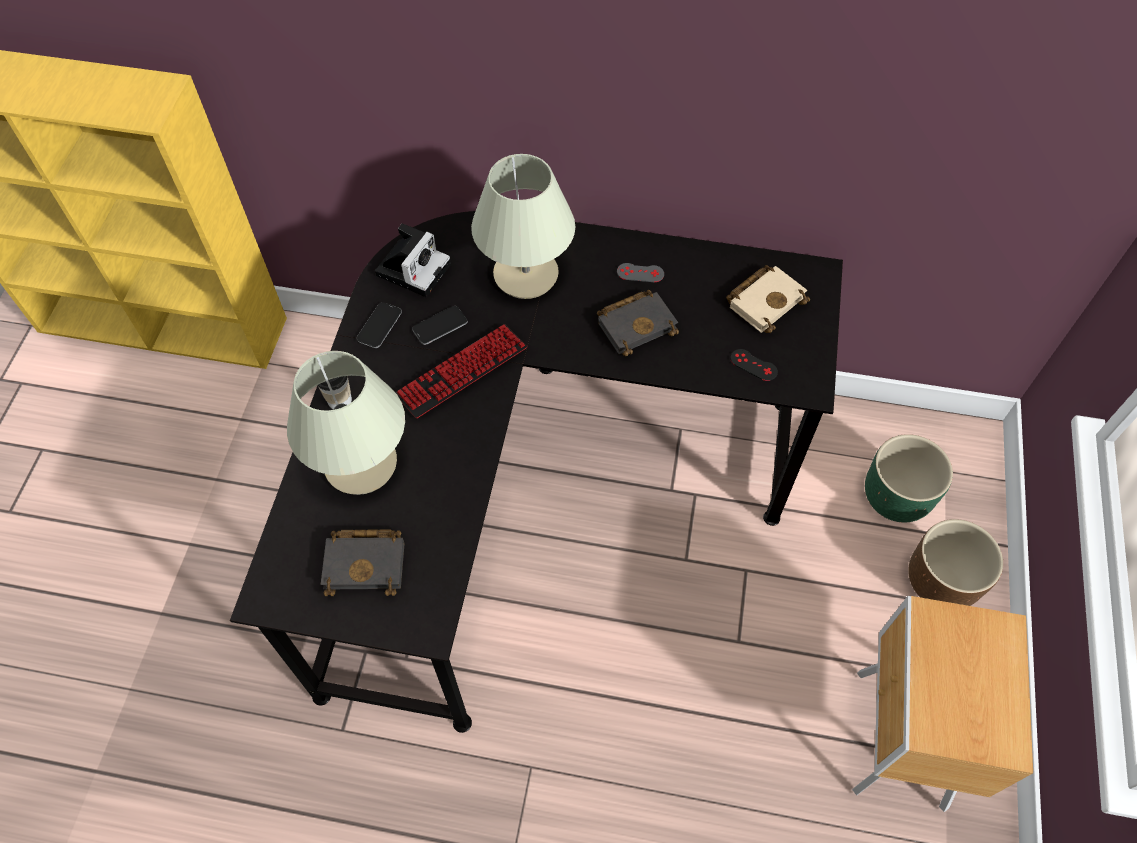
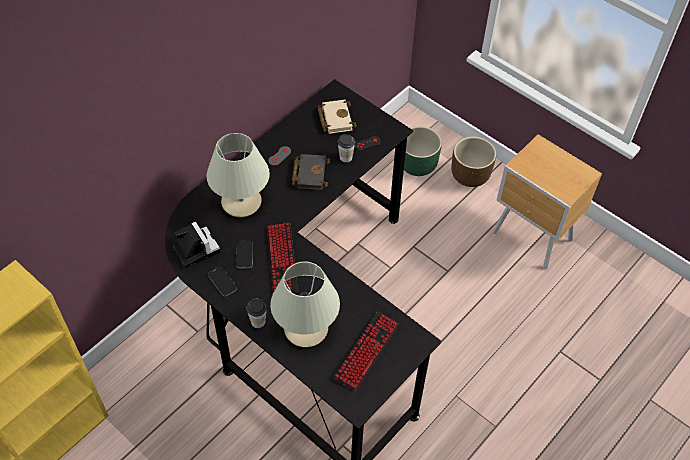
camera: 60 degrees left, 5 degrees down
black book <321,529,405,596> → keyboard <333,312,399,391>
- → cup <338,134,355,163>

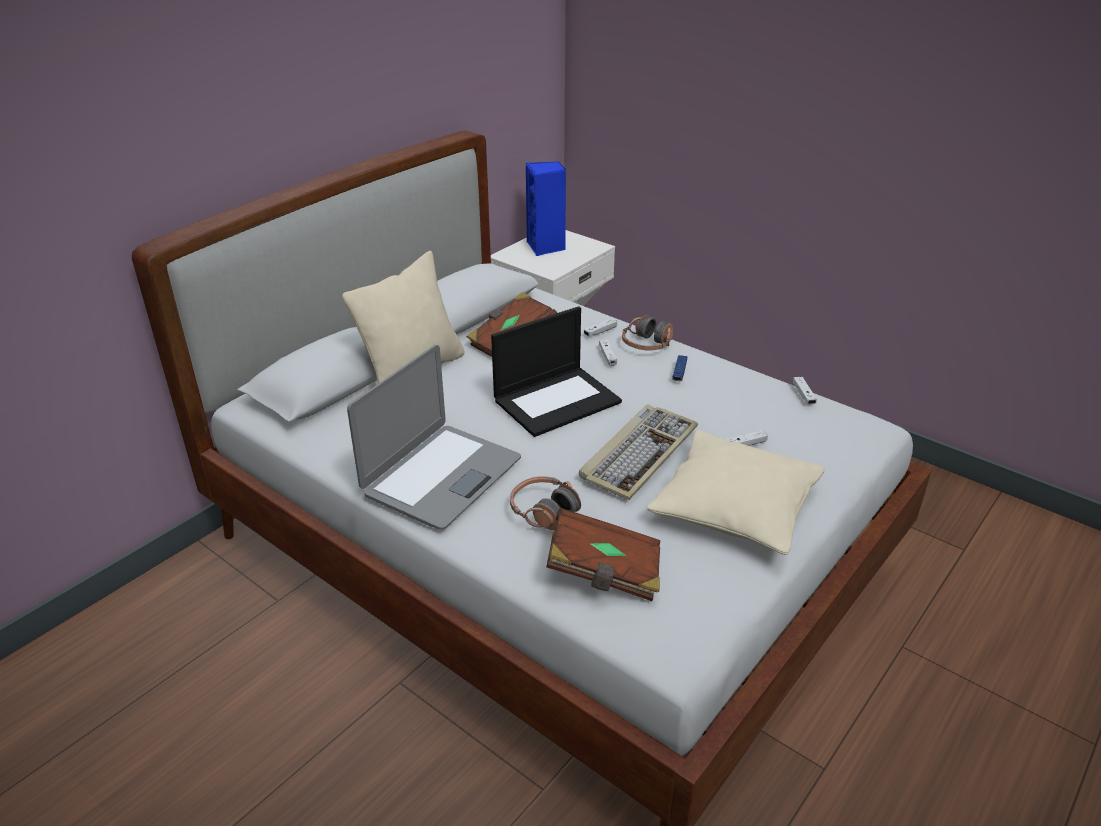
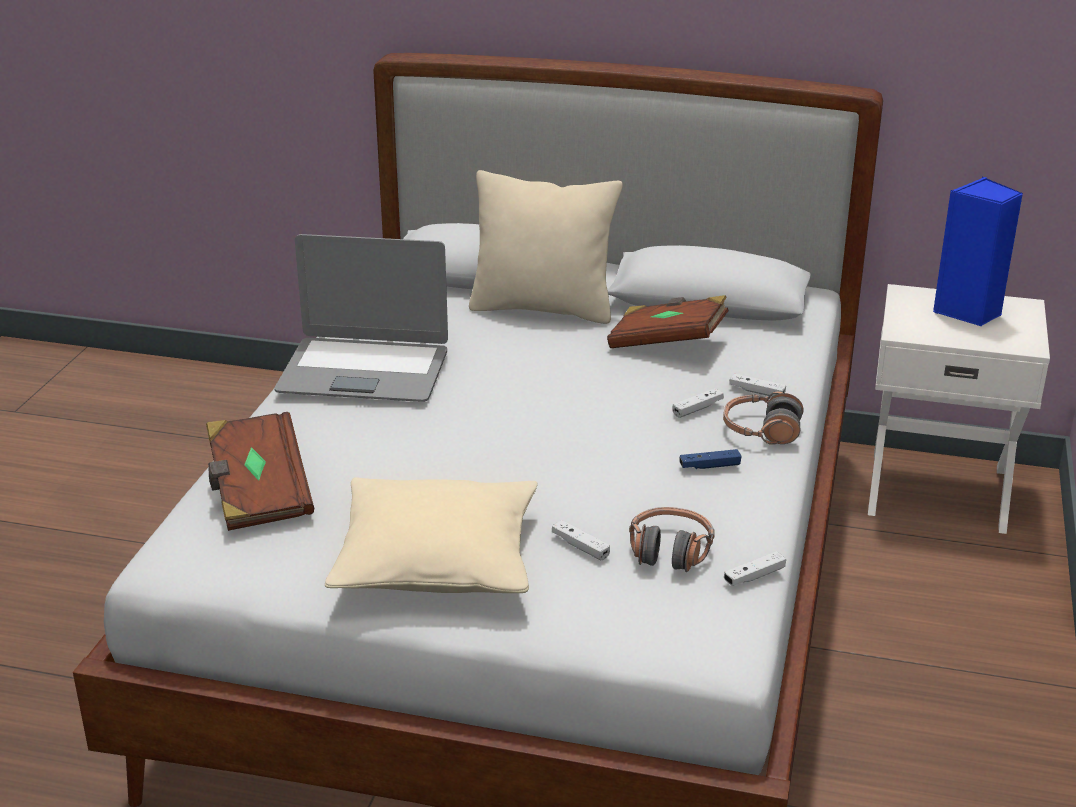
camera: 65 degrees right, 5 degrees down
headphones <510,476,581,530> → headphones <629,507,715,572>, relocated
laptop <491,306,622,437> → -
keyboard <579,404,698,500> → -

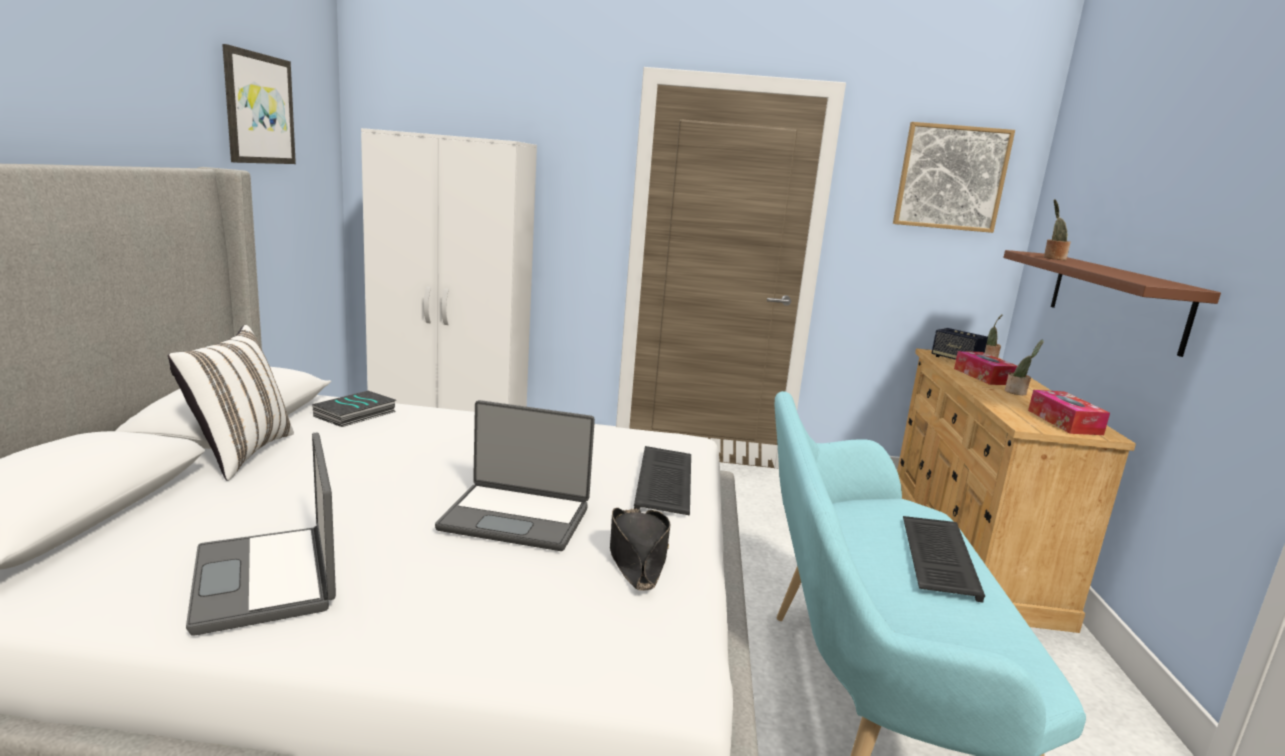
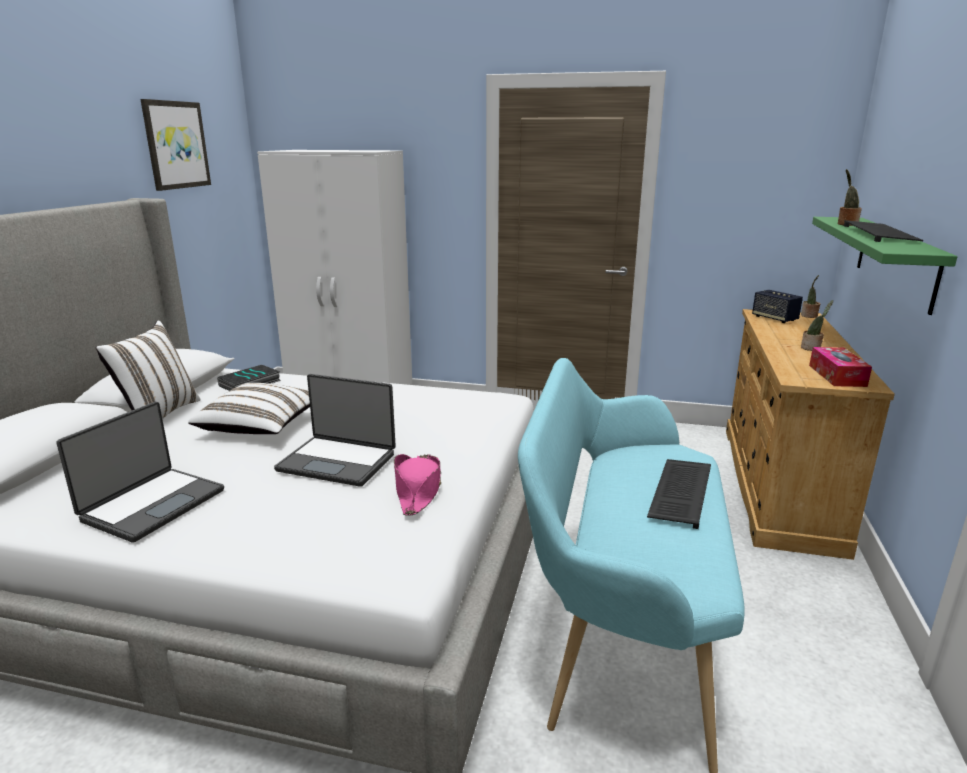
camera: 10 degrees right, 5 degrees up
laptop <186,433,336,636> → laptop <57,402,224,543>, 135 degrees counterclockwise
- → white pillow <188,383,310,434>
black hat <610,508,670,591> → pink hat <394,454,441,516>
brown shelf <1003,250,1221,357> → green shelf <812,217,957,315>
keyboard <634,446,691,515> → keyboard <844,220,923,242>, relocated
picture <893,122,1015,233> → -
tissue box <954,351,1017,385> → -

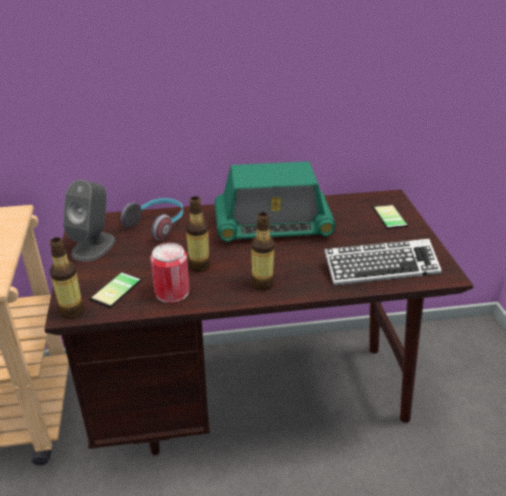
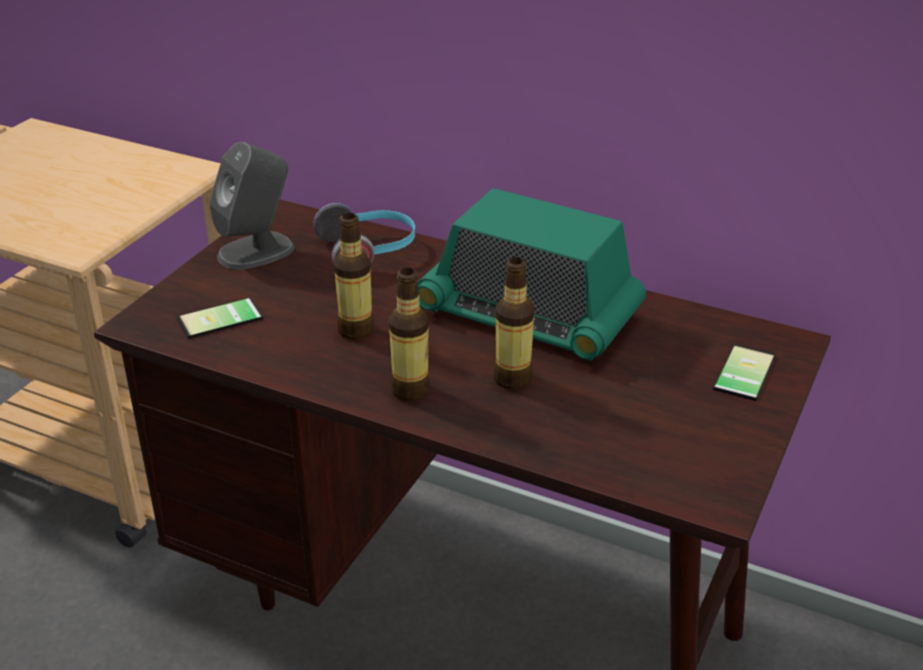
camera: 35 degrees right, 0 degrees up
bottle <49,237,85,319> → bottle <494,257,535,389>, relocated
can <150,243,189,303> → -
keyboard <324,239,442,285> → -

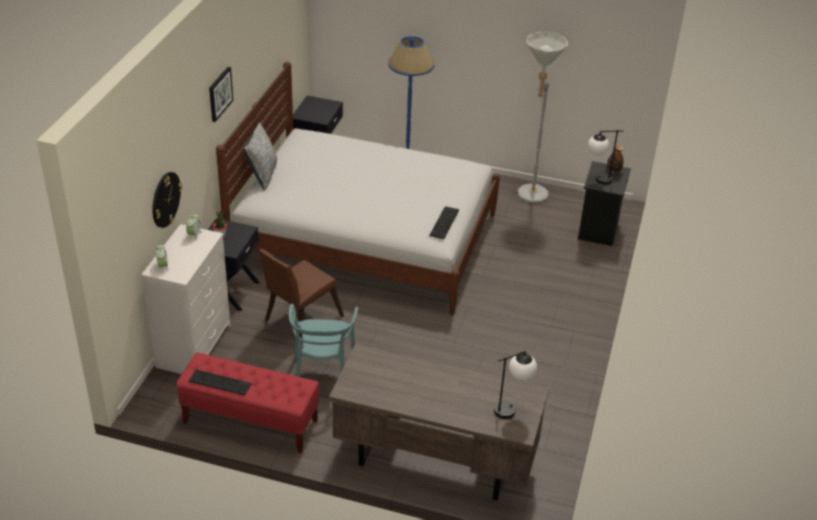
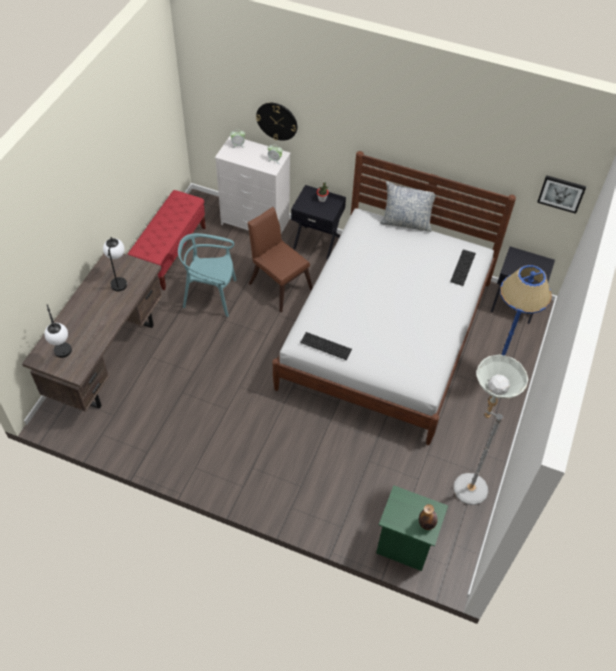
camera: 95 degrees right, 15 degrees up
table lamp <588,130,624,185> → table lamp <103,237,127,291>, relocated
black nightstand <578,161,631,246> → green nightstand <376,485,448,571>
keyboard <189,369,252,396> → keyboard <450,249,476,286>, relocated
picture <209,67,233,122> → picture <537,175,586,214>, relocated

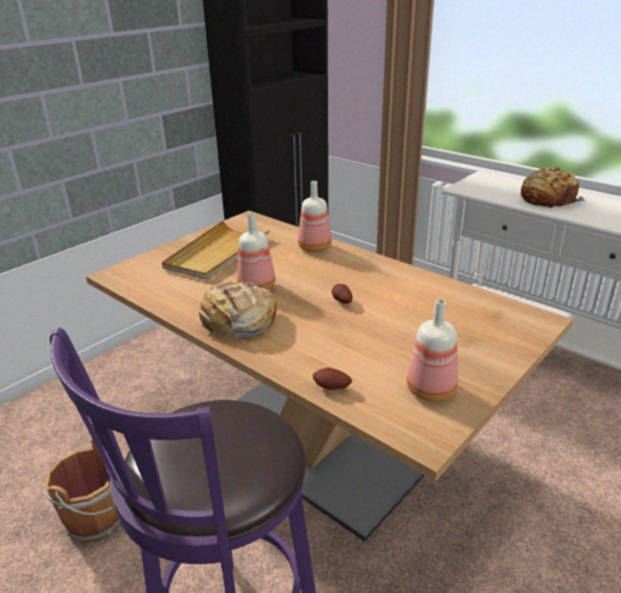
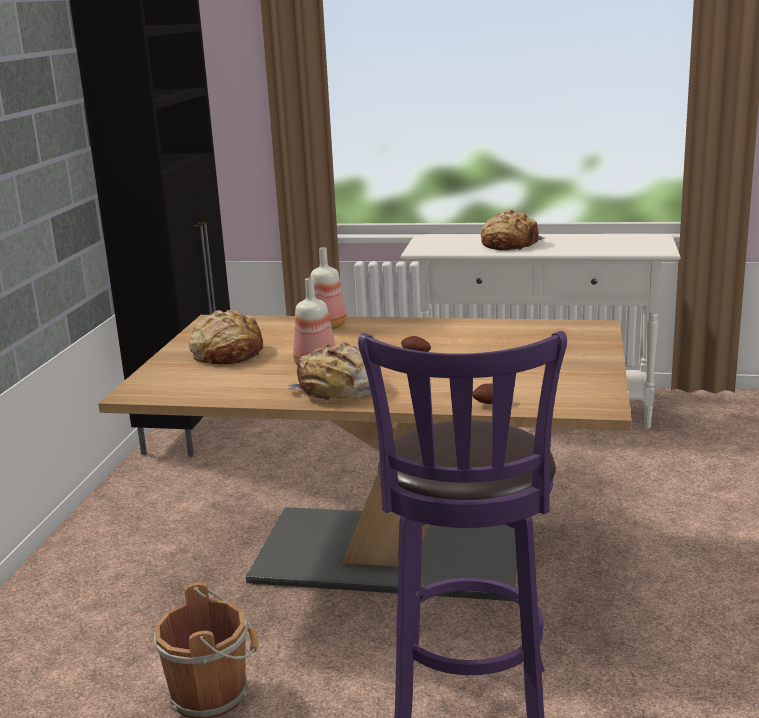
camera: 30 degrees left, 10 degrees down
beige tray <162,220,270,280> → bread <189,310,263,364>
bottle <406,299,458,402> → -

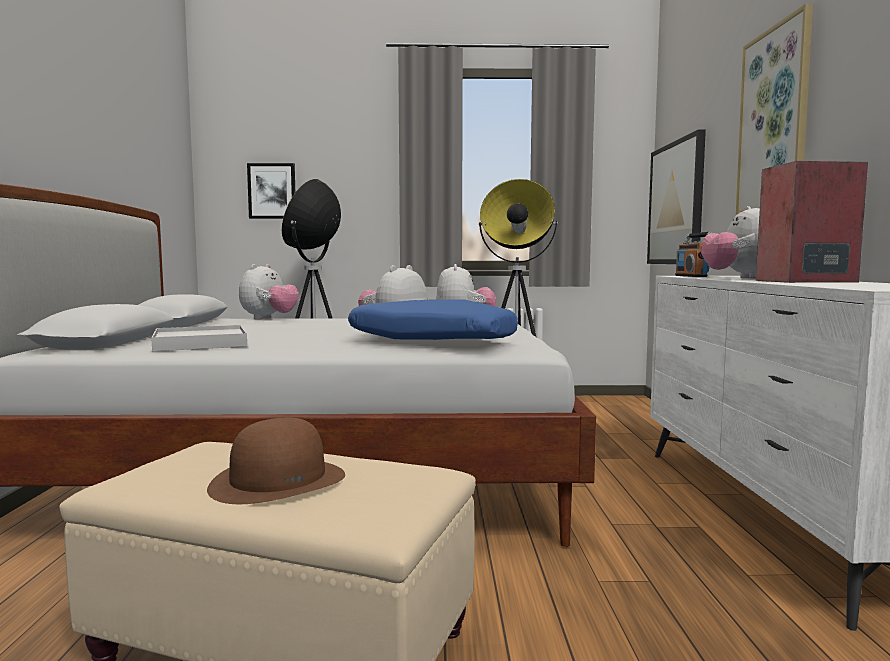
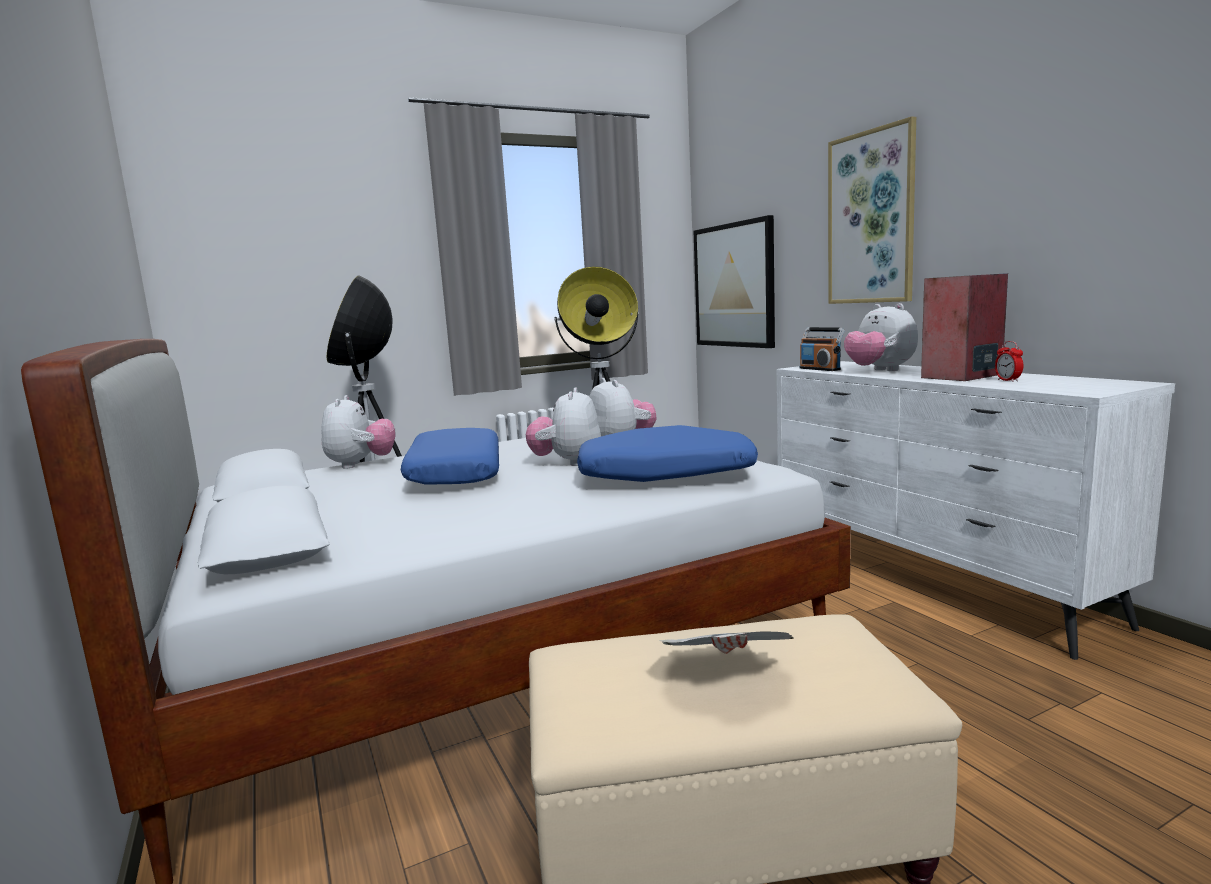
camera: 25 degrees left, 5 degrees up
- → blue pillow <401,428,499,484>
brown hat <207,418,345,504> → newspaper <659,632,794,654>
- → alarm clock <995,341,1023,382>
white tray <151,325,247,351> → -
picture <247,163,295,219> → -

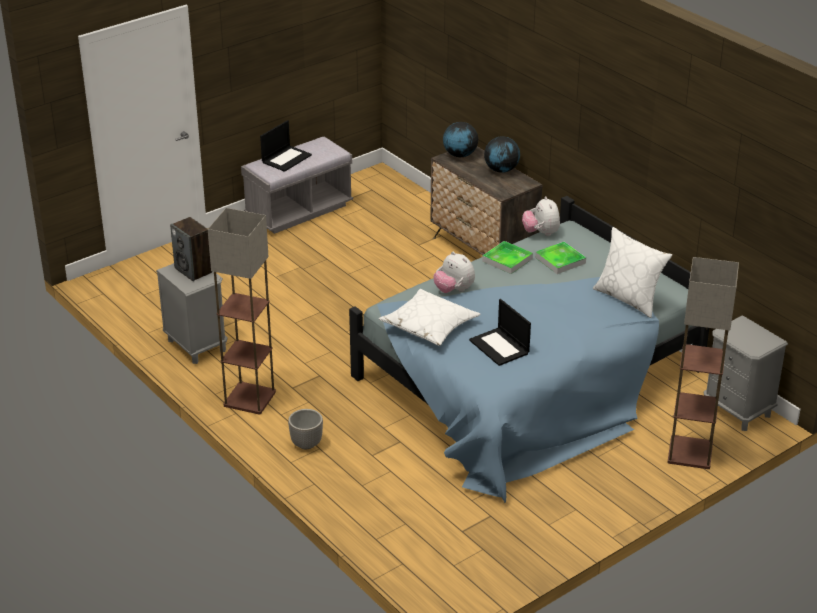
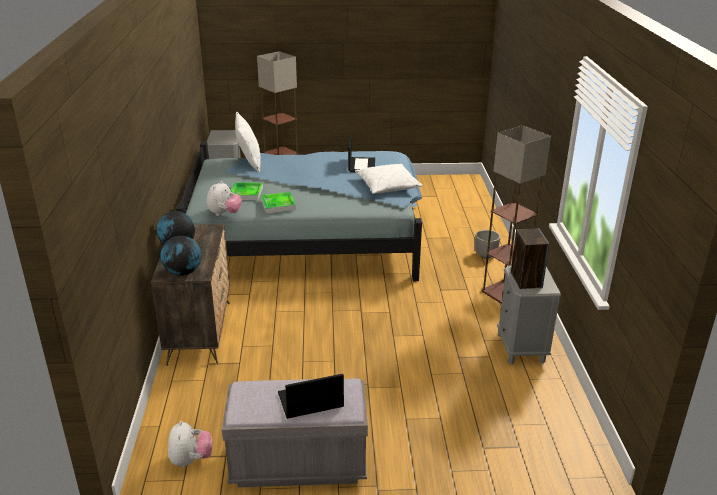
camera: 145 degrees left, 5 degrees down
plush toy <433,252,475,293> → plush toy <168,421,212,467>, relocated

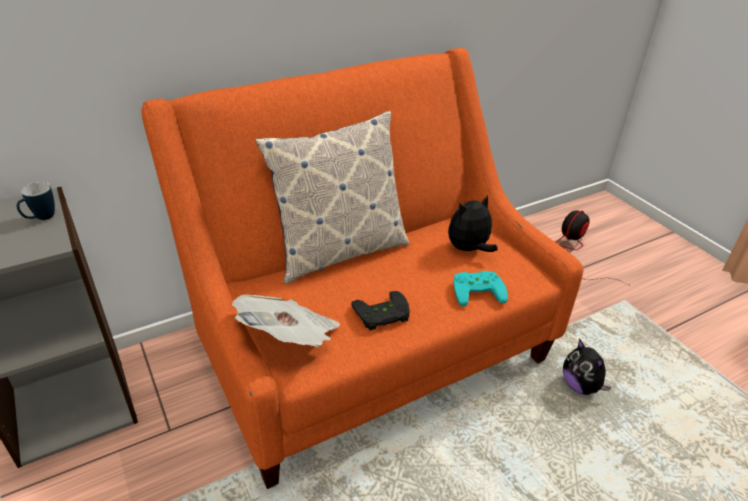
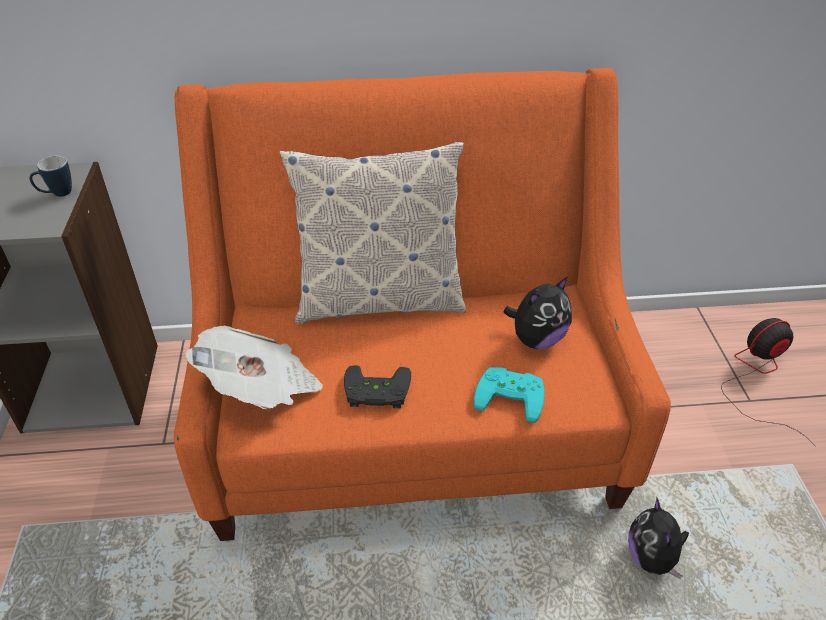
camera: 25 degrees right, 5 degrees up
plush toy <448,195,498,252> → plush toy <503,276,572,349>, 150 degrees clockwise

